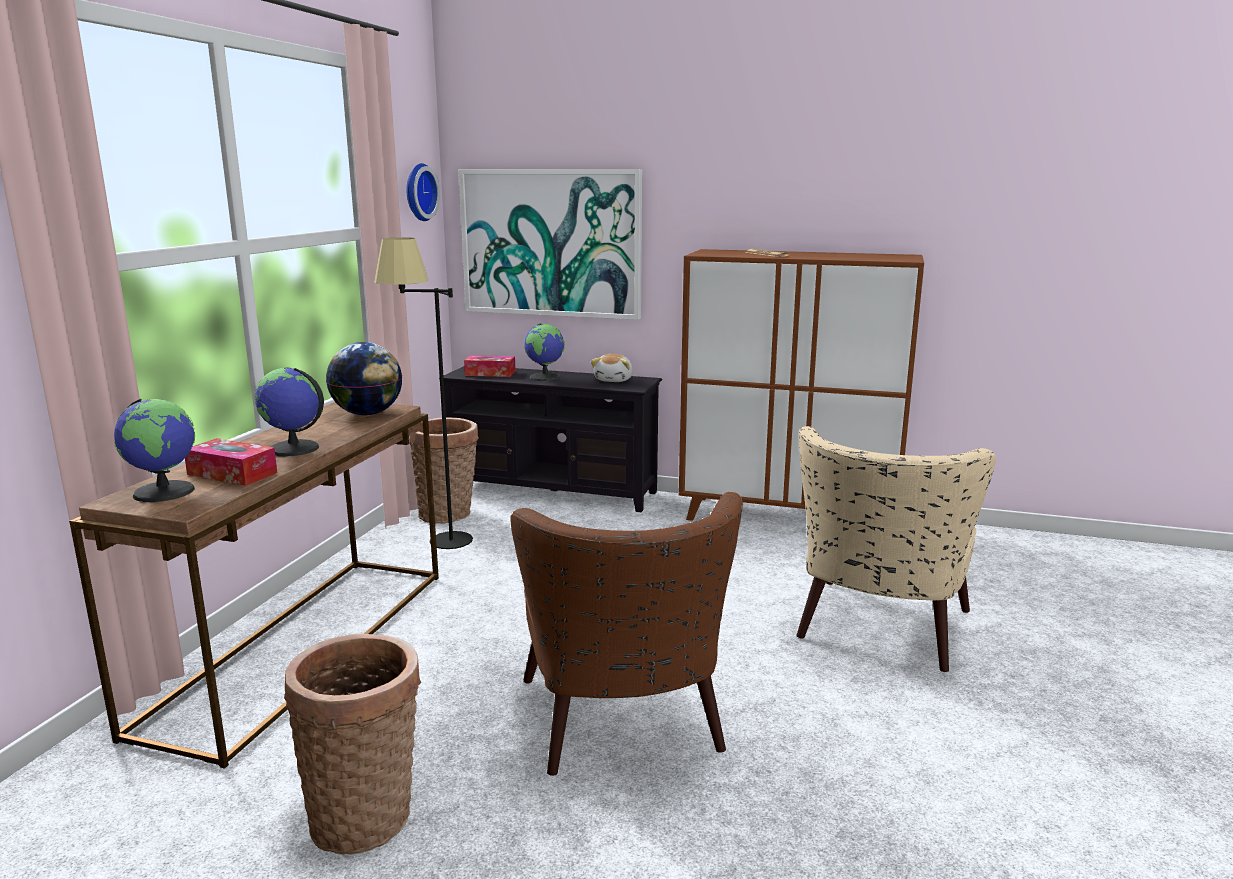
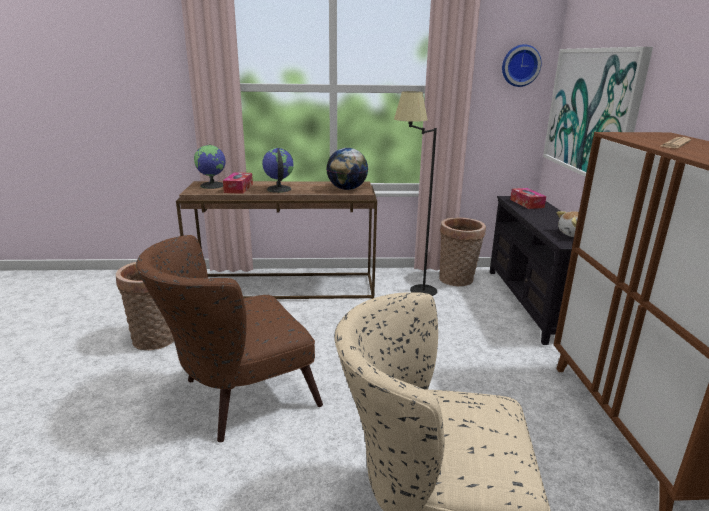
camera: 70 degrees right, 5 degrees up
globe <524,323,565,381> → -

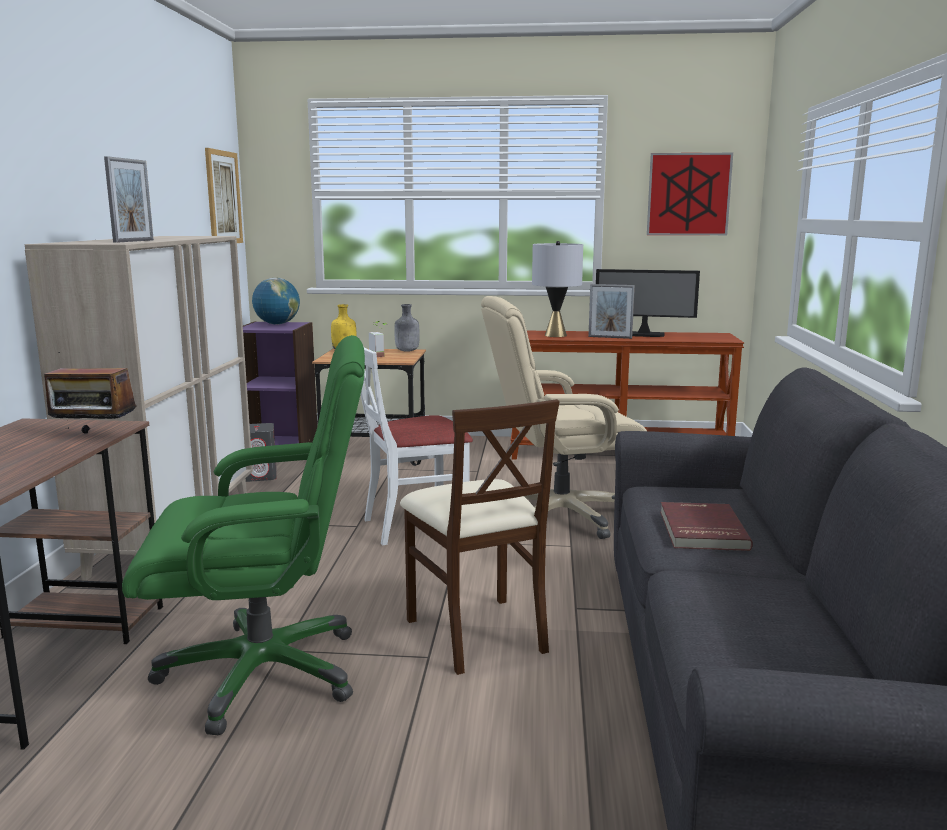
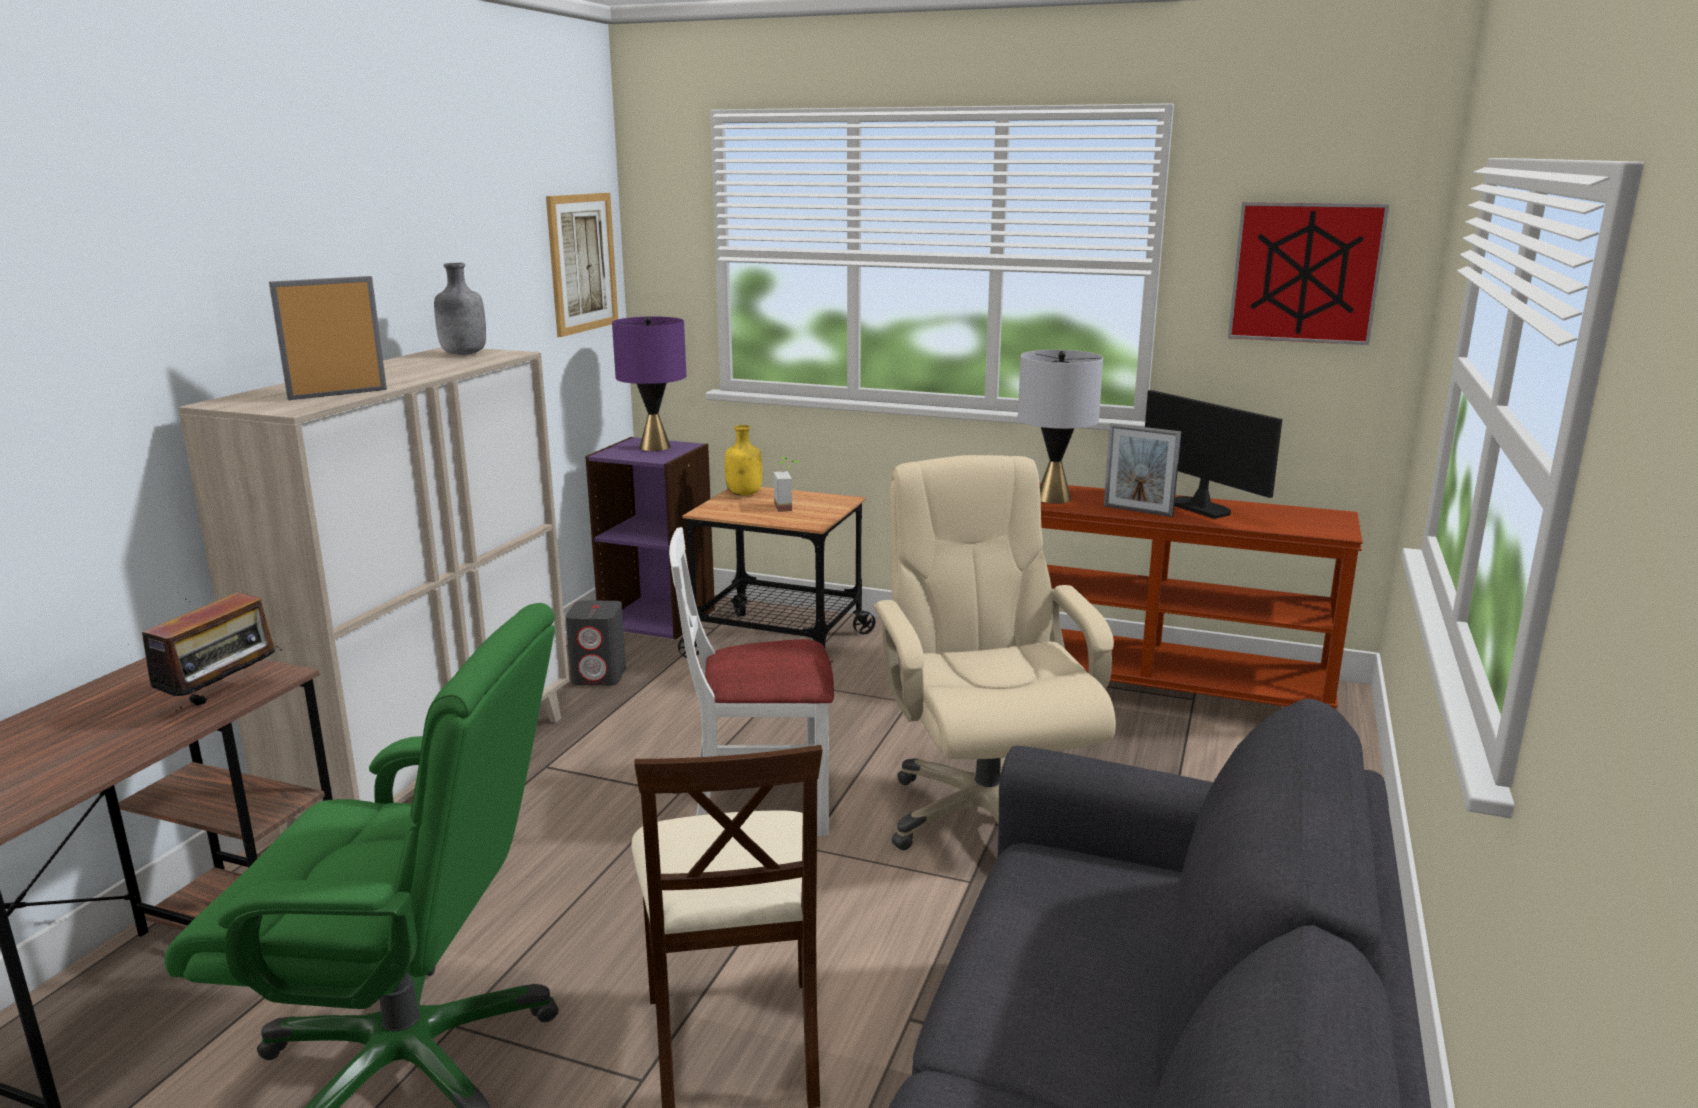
camera: 15 degrees right, 5 degrees up
radio <38,352,137,433> → radio <131,592,282,711>, 90 degrees counterclockwise
picture frame <104,156,154,243> → picture frame <269,276,387,400>, 150 degrees counterclockwise
grey bottle <394,304,420,352> → grey bottle <434,263,486,355>, relocated
globe <252,278,300,325> → purple table lamp <612,316,686,451>
beige office chair <481,296,647,539> → beige office chair <873,455,1116,850>, 75 degrees clockwise
monitor <596,269,700,337> → monitor <1145,390,1282,519>, 150 degrees counterclockwise
red book <660,502,753,551> → -

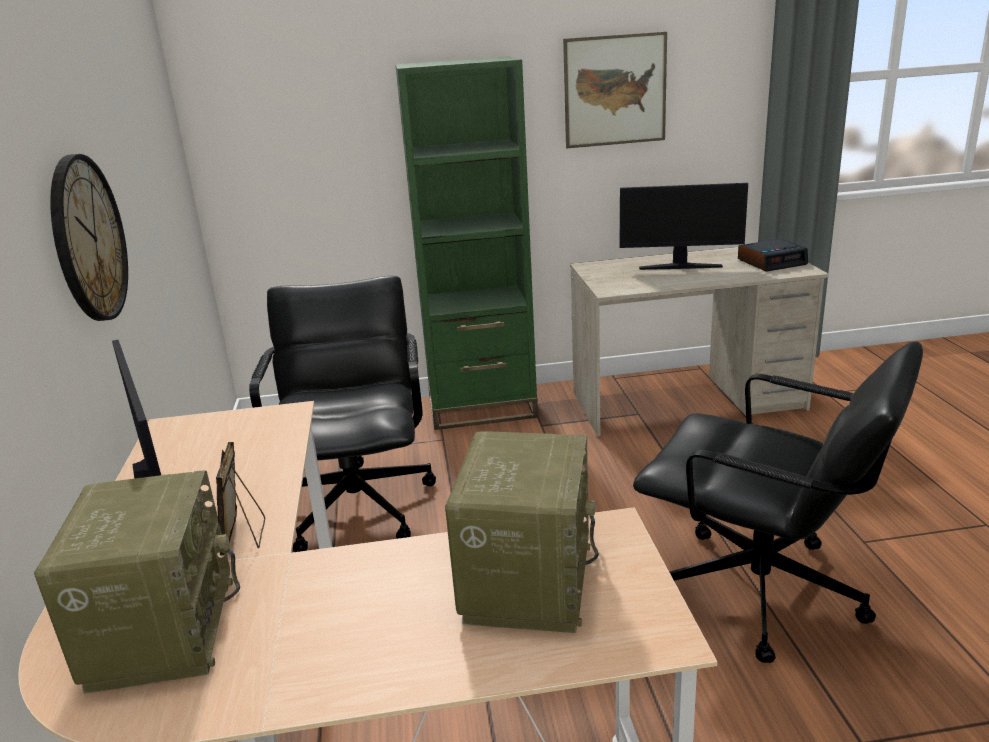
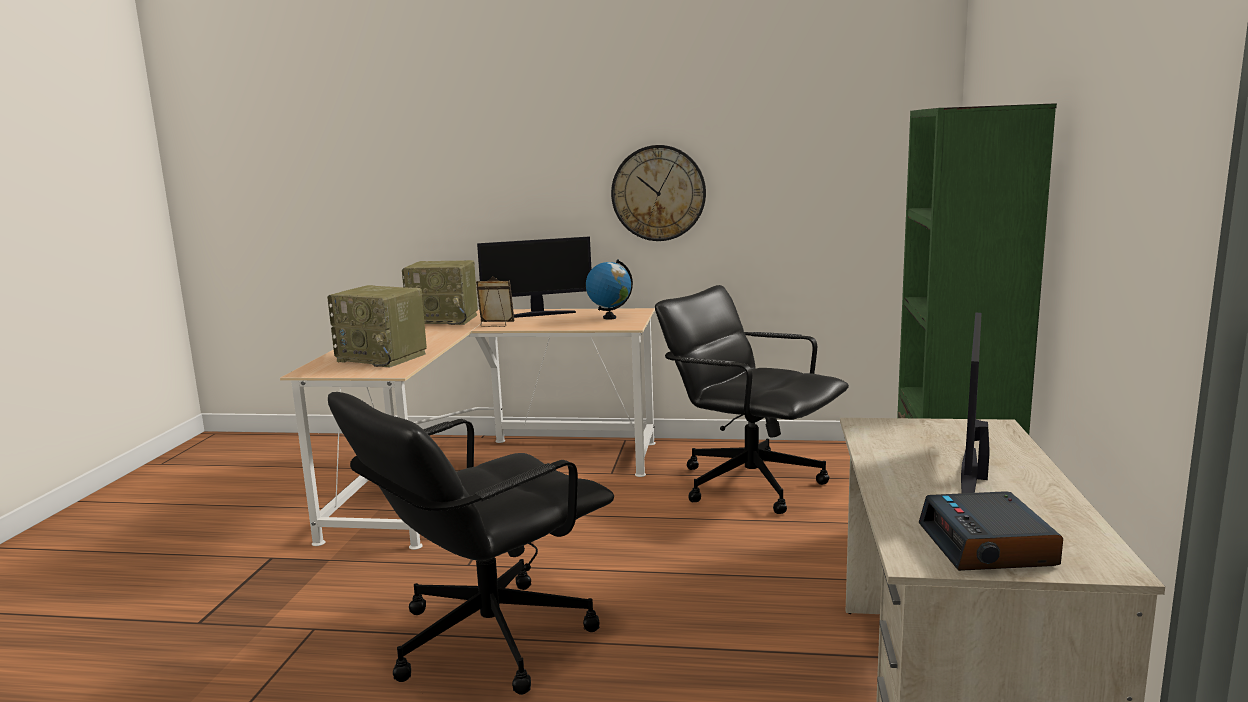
camera: 105 degrees right, 10 degrees down
- → globe <586,259,633,320>
black office chair <249,276,436,552> → black office chair <655,285,849,514>, 150 degrees counterclockwise
picture <563,32,667,148> → -

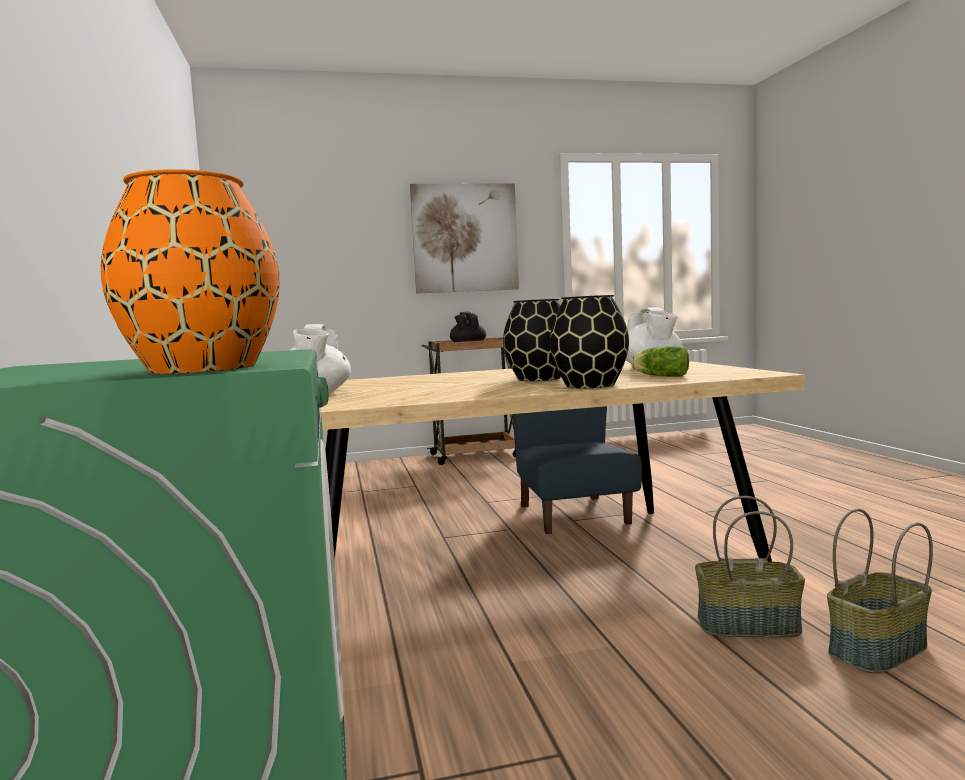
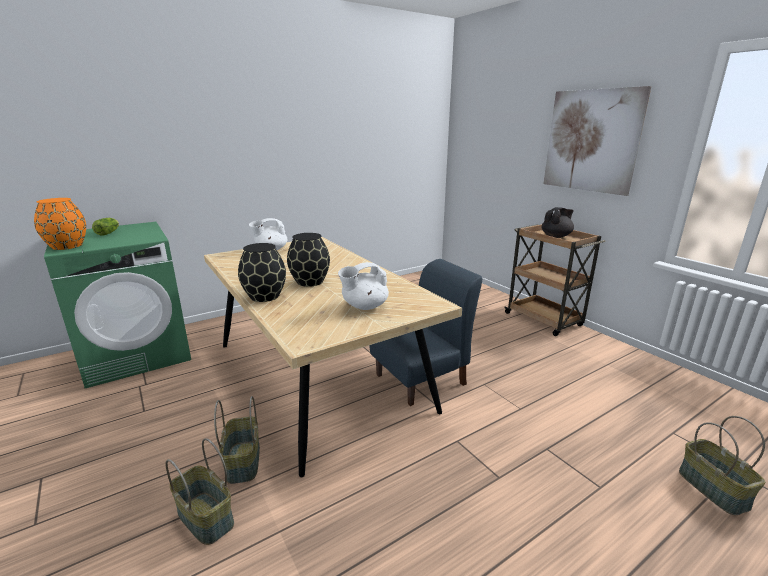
camera: 70 degrees right, 15 degrees up
lettuce <631,345,689,377> → lettuce <92,218,119,236>, relocated
- → basket <679,416,765,515>

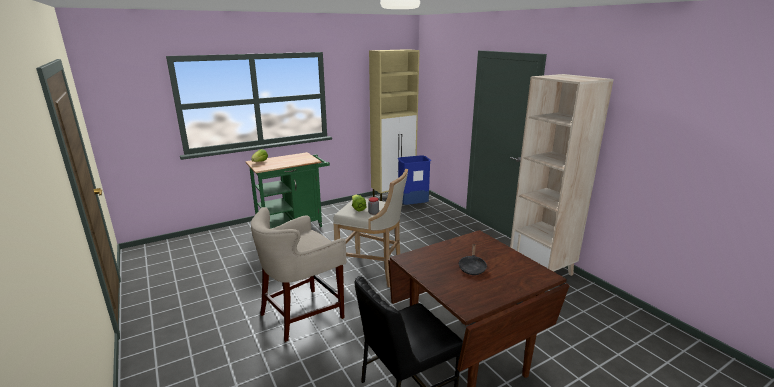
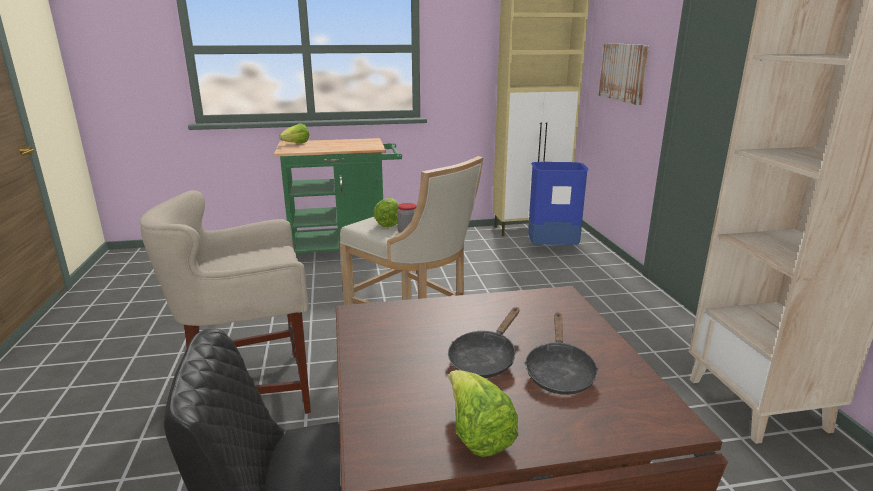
camera: 20 degrees right, 0 degrees up
- → lettuce <448,370,518,457>
- → black frying pan <524,313,599,395>
- → picture <599,43,649,105>

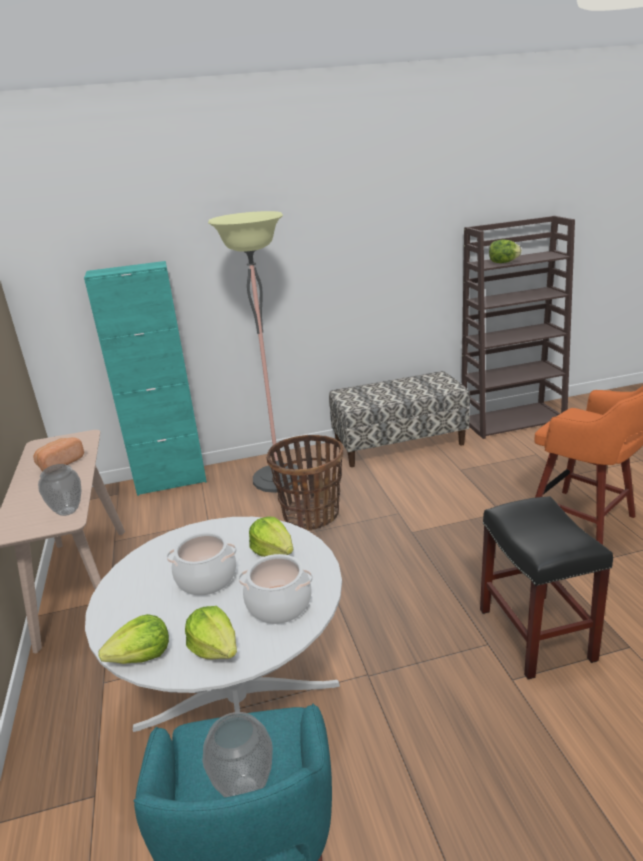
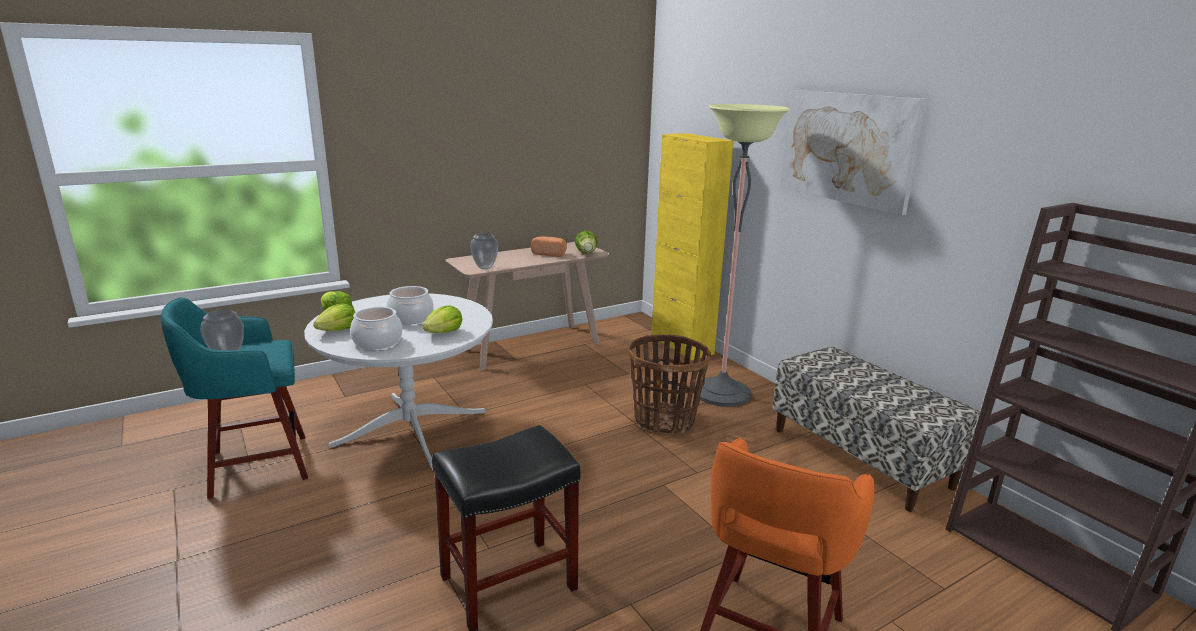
camera: 70 degrees right, 5 degrees down
lettuce <489,239,522,263> → lettuce <575,231,598,254>, relocated
turquoise cabinet <84,261,207,496> → yellow cabinet <651,133,734,360>
- → picture <780,90,927,215>

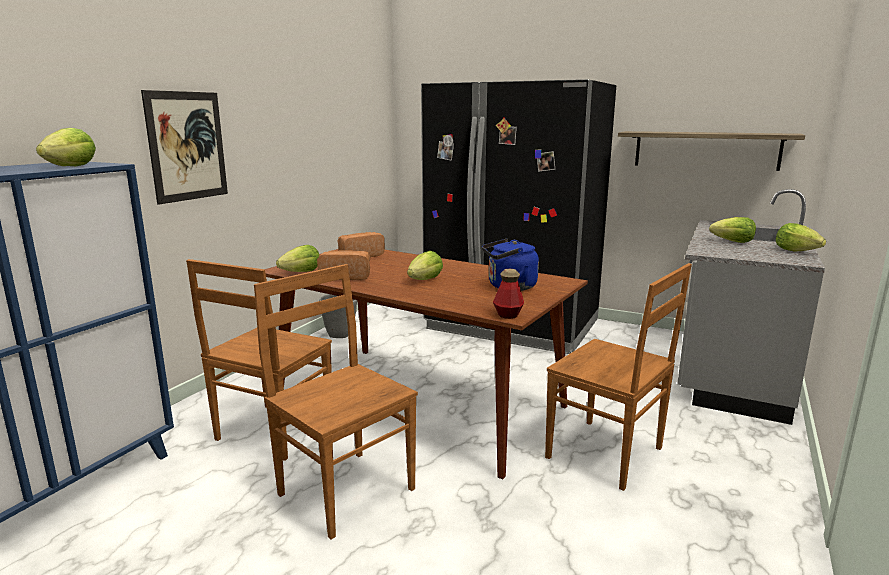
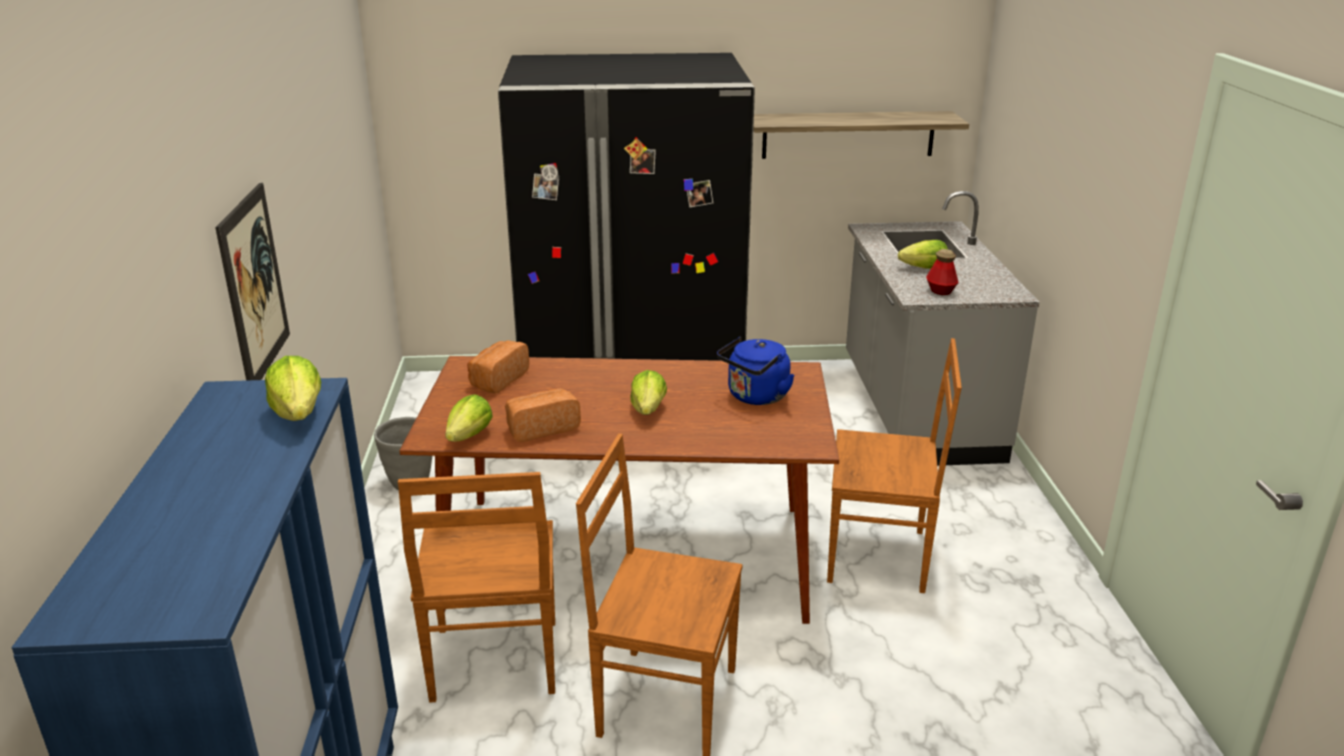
camera: 30 degrees left, 10 degrees up
bottle <493,269,524,319> → bottle <926,249,959,295>, relocated
lettuce <776,223,826,252> → -

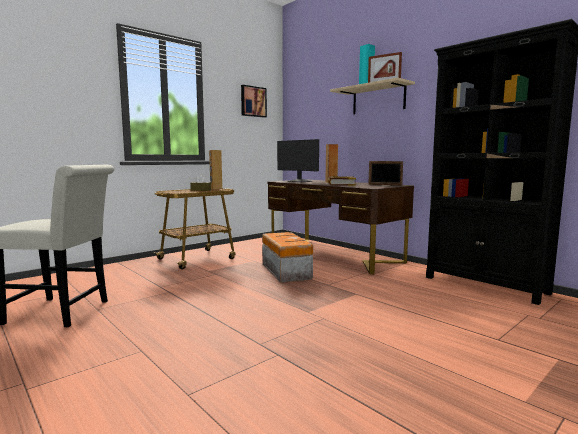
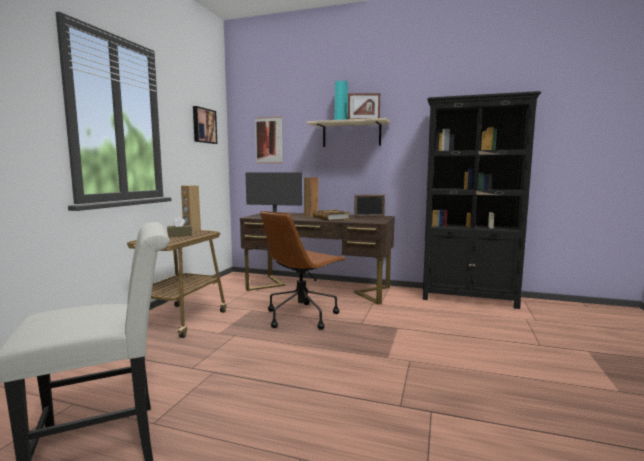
camera: 30 degrees left, 0 degrees up
- → picture <255,117,283,163>
storage box <262,232,313,283> → brown office chair <260,211,346,330>

